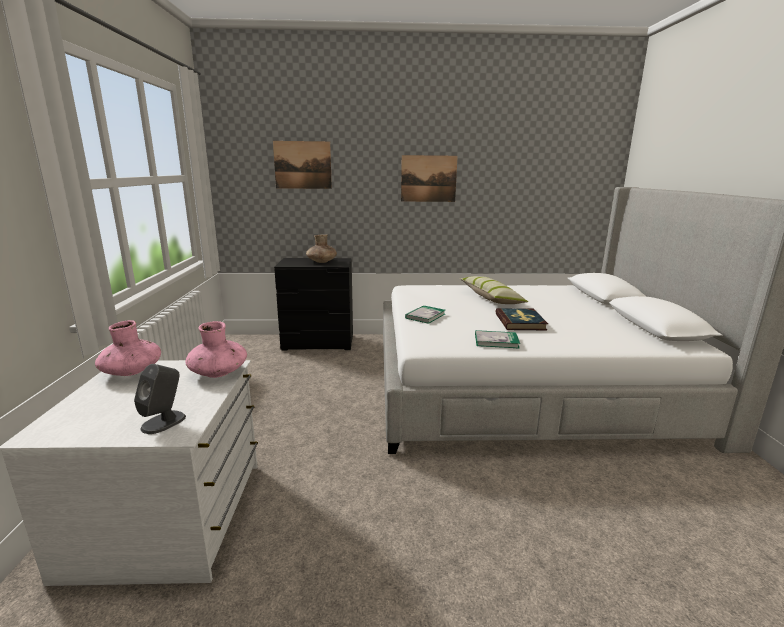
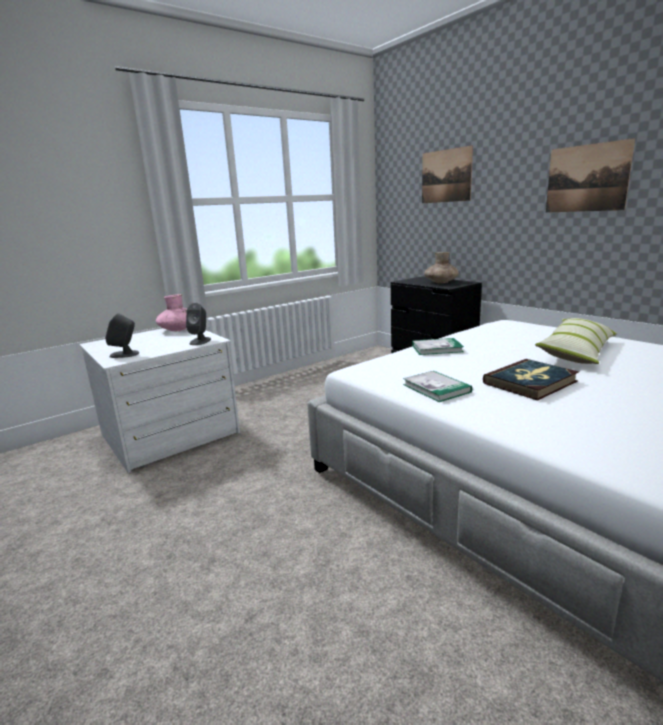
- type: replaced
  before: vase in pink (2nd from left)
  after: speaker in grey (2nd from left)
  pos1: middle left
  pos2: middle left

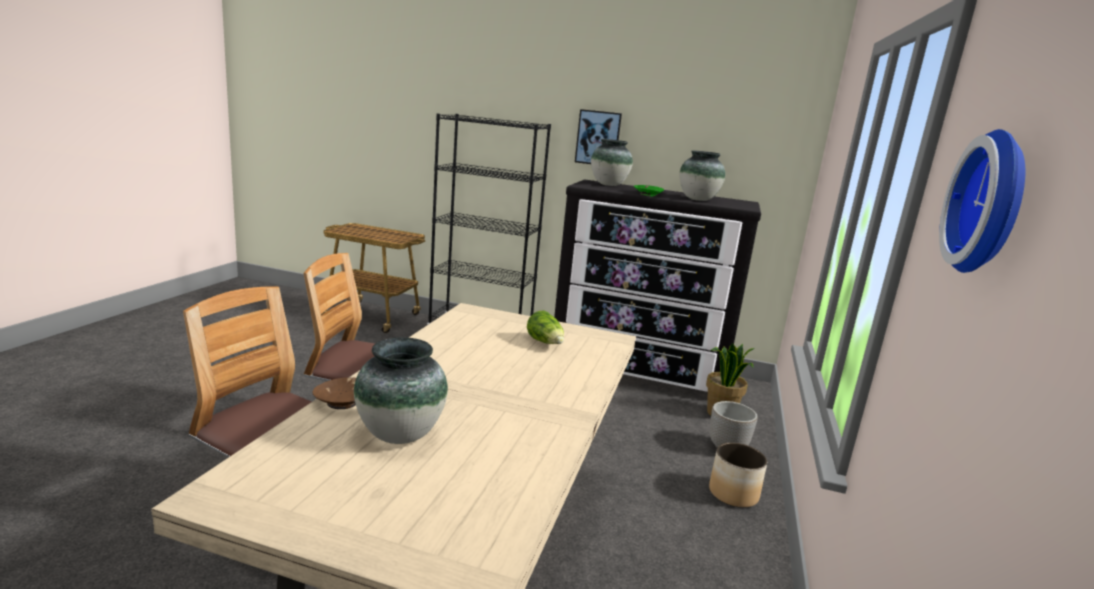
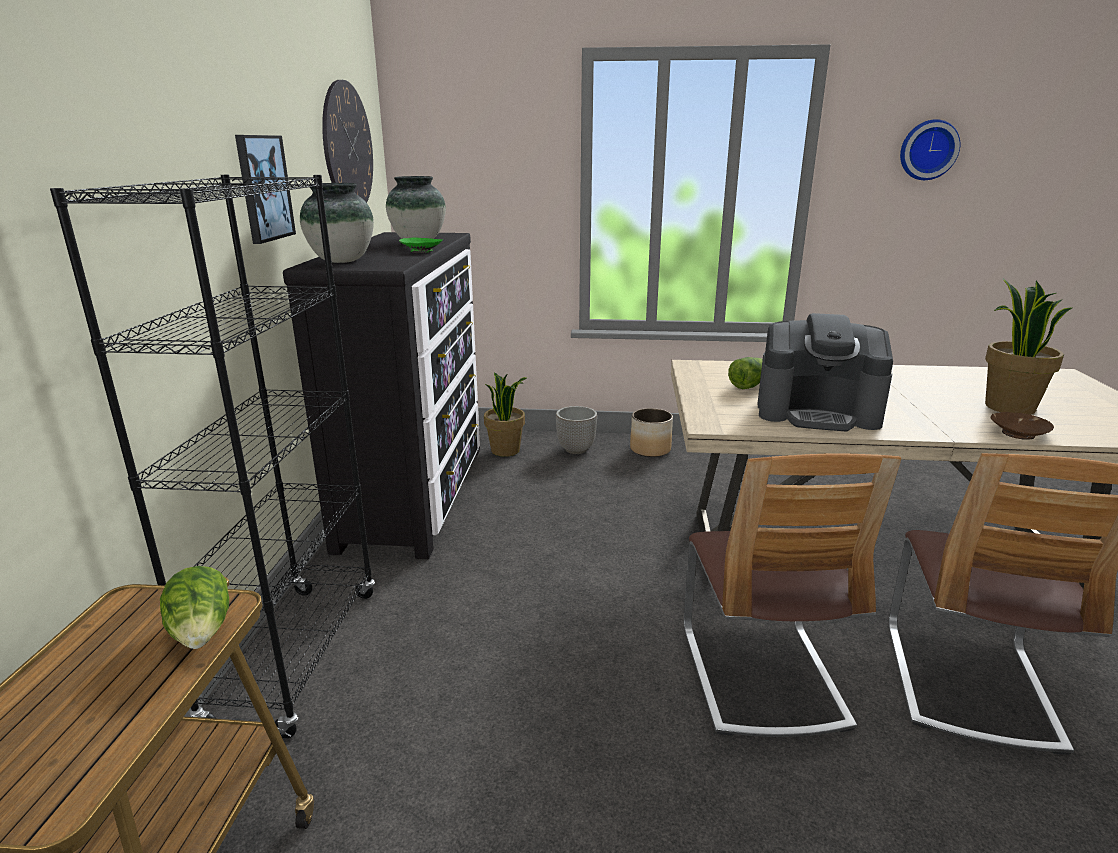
- type: replaced
  before: vase (1st from left)
  after: potted plant (2nd from left)
  pos1: centre
  pos2: middle right
- type: added
  after: wall clock (1st from left)
  pos2: top left
- type: added
  after: coffee machine
  pos2: middle right
- type: added
  after: lettuce (1st from left)
  pos2: bottom left

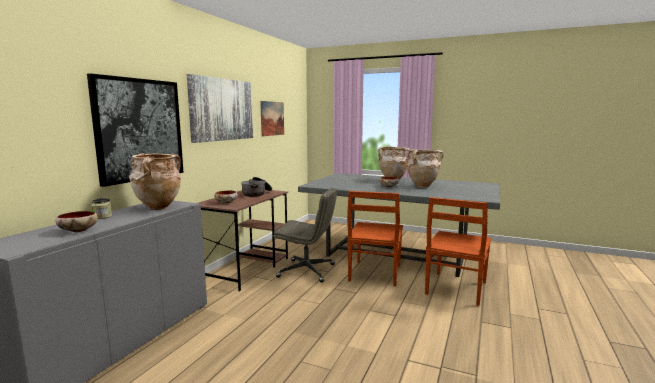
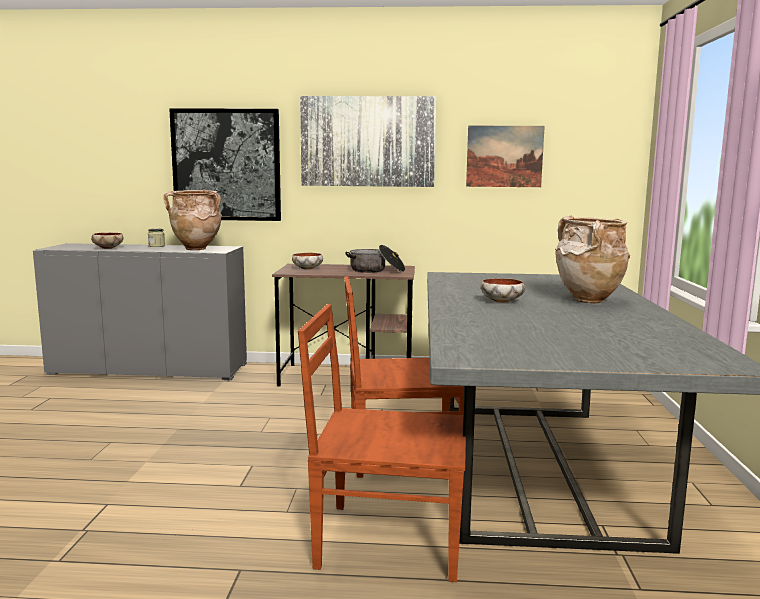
- type: removed
  before: vase in beige (3rd from left)
  pos1: centre
- type: removed
  before: office chair in grey
  pos1: centre

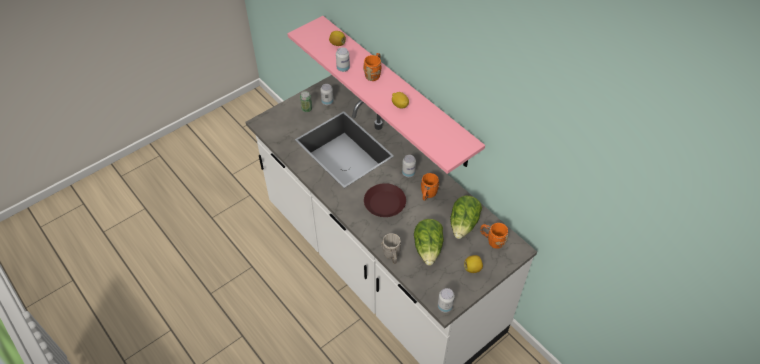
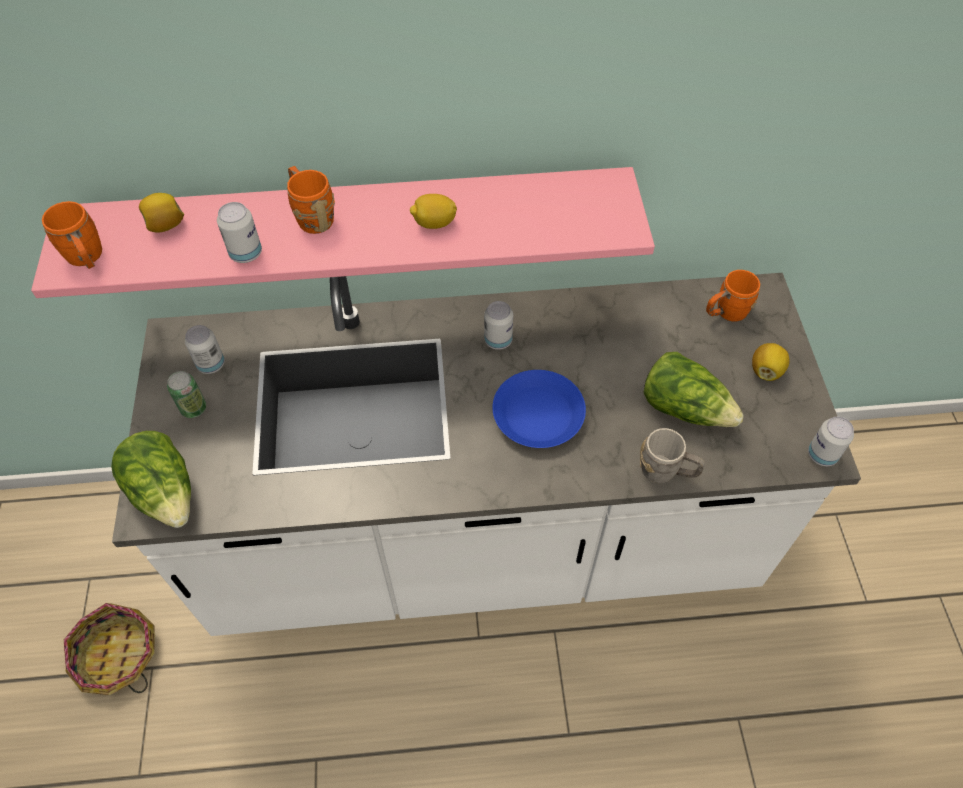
- type: moved
  before: mug in orange (2nd from left in the first image)
  after: mug in orange (1st from left)
  pos1: centre
  pos2: top left
- type: recoloured
  before: plate in brown
  after: plate in blue
  pos1: centre
  pos2: centre
- type: moved
  before: lettuce (2nd from left in the first image)
  after: lettuce (1st from left)
  pos1: centre
  pos2: middle left
- type: added
  after: basket
  pos2: bottom left

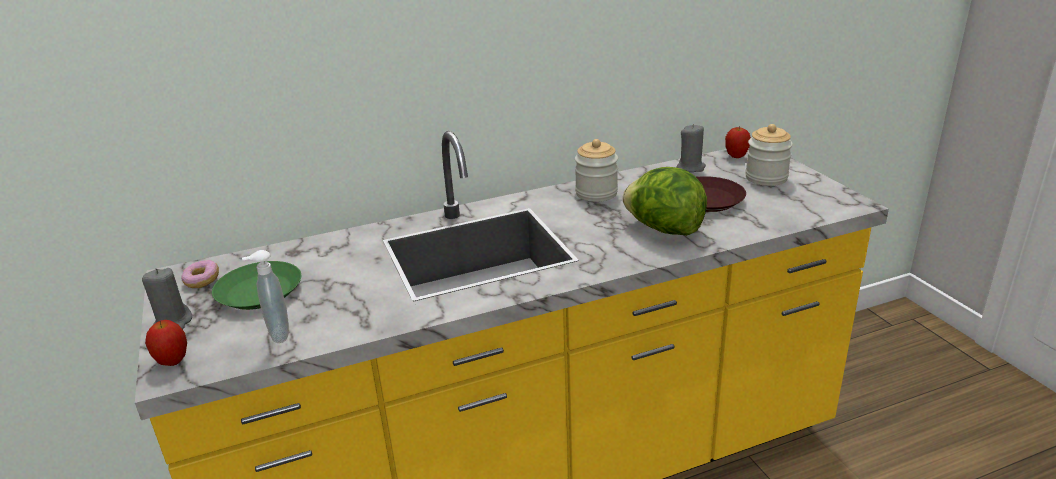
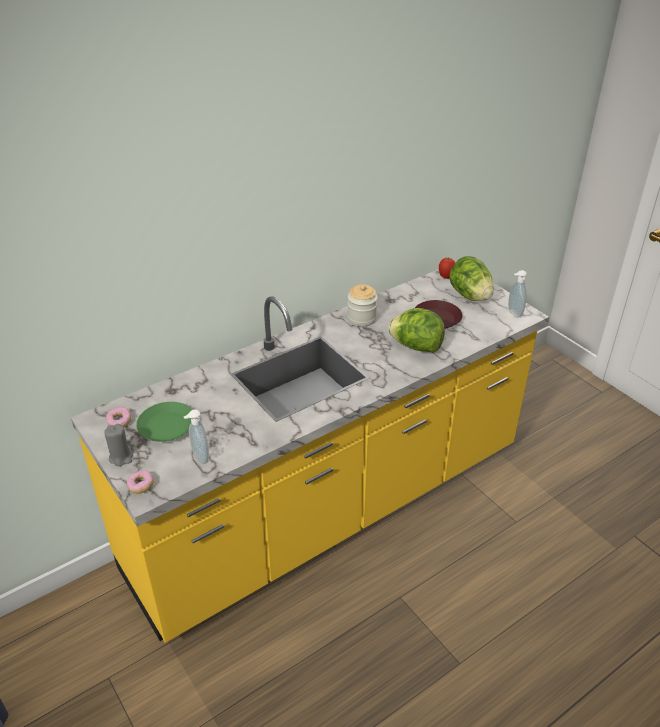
- type: removed
  before: candle in grey (2nd from left)
  pos1: top centre
- type: replaced
  before: jar (2nd from left)
  after: lettuce (2nd from left)
  pos1: top right
  pos2: middle right
- type: replaced
  before: apple (1st from left)
  after: donut (2nd from left)
  pos1: bottom left
  pos2: middle left
- type: added
  after: soap dispenser (2nd from left)
  pos2: middle right

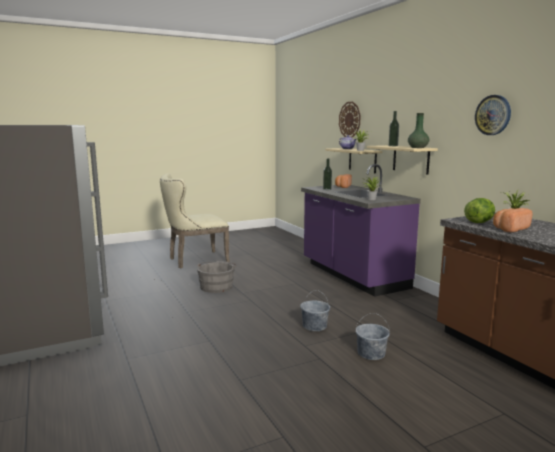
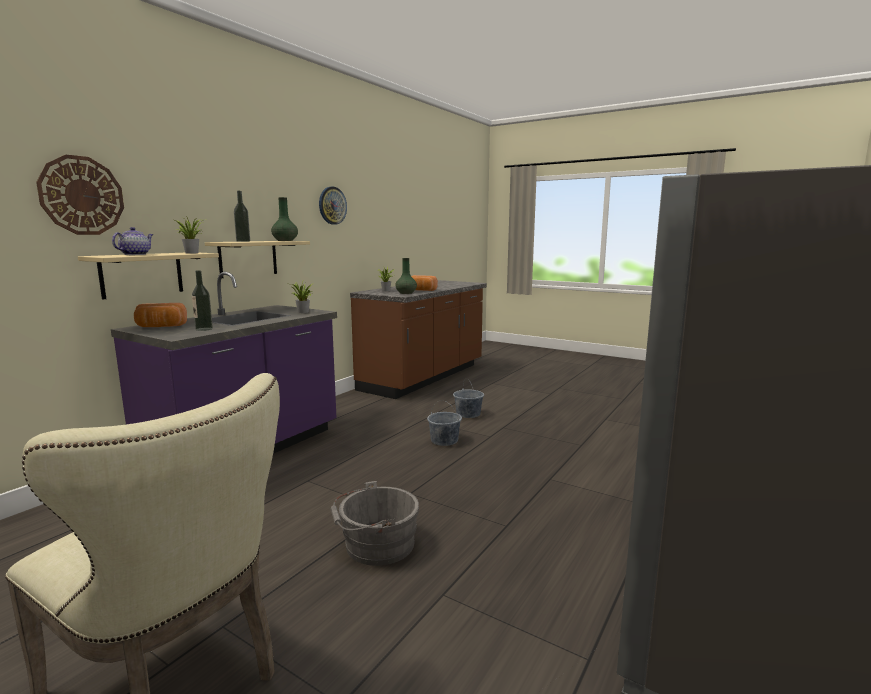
- type: replaced
  before: lettuce
  after: vase in green (2nd from left)
  pos1: middle right
  pos2: centre

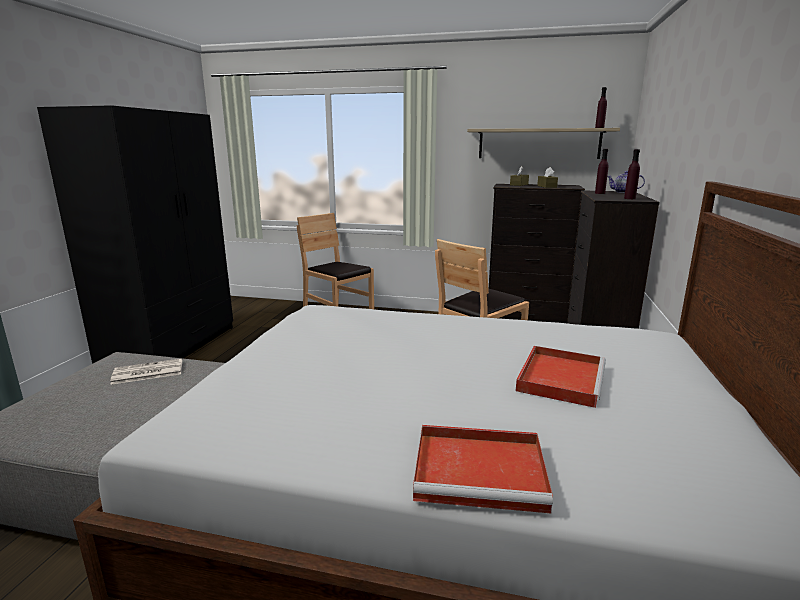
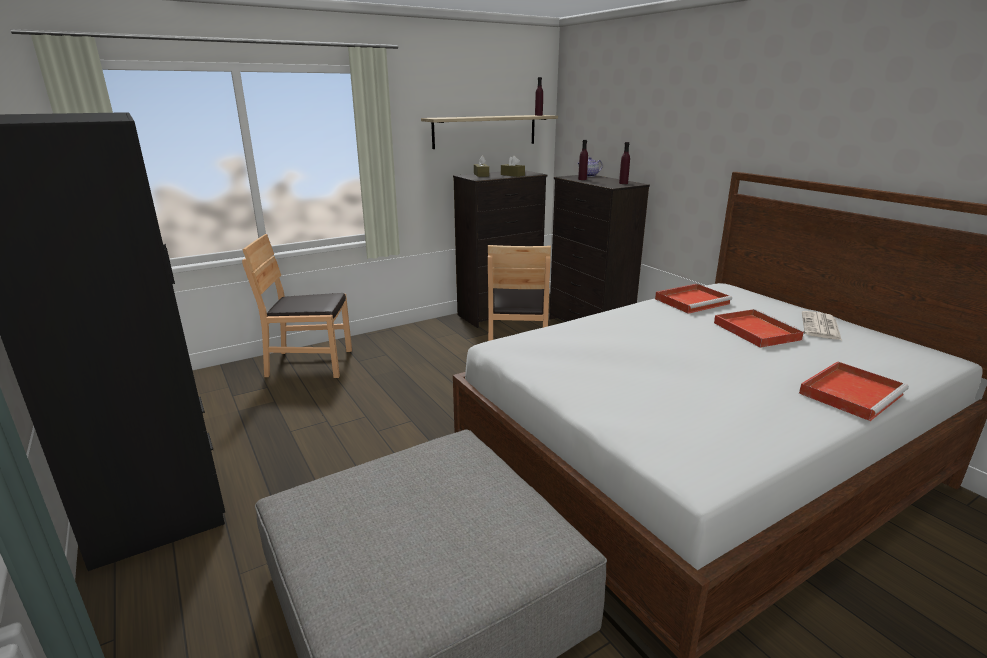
- type: moved
  before: newspaper
  pos1: middle left
  pos2: middle right
- type: added
  after: tray in red (1st from left)
  pos2: middle right

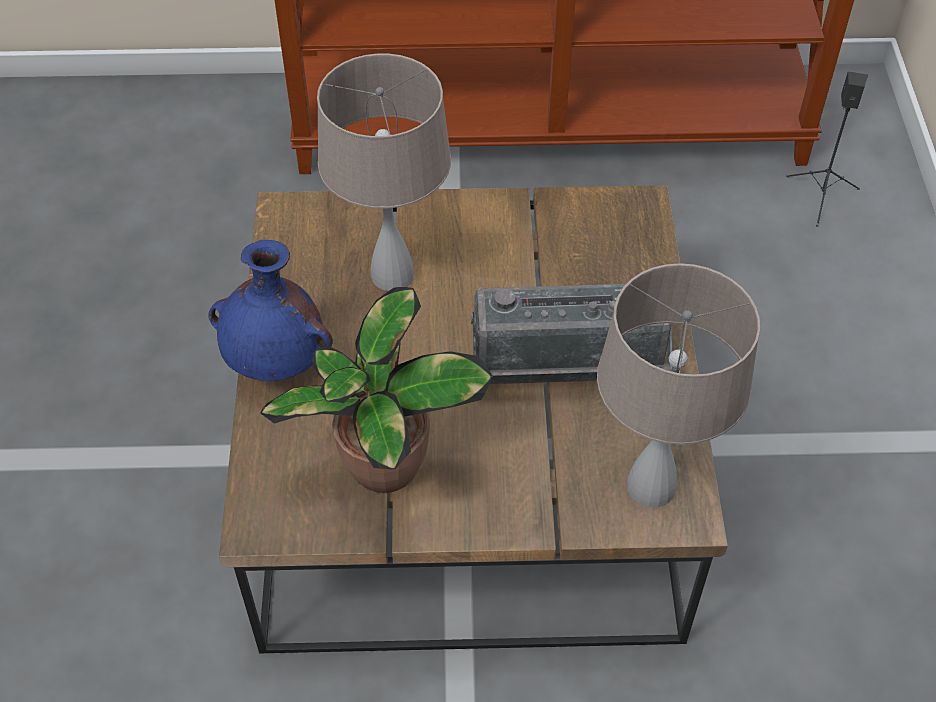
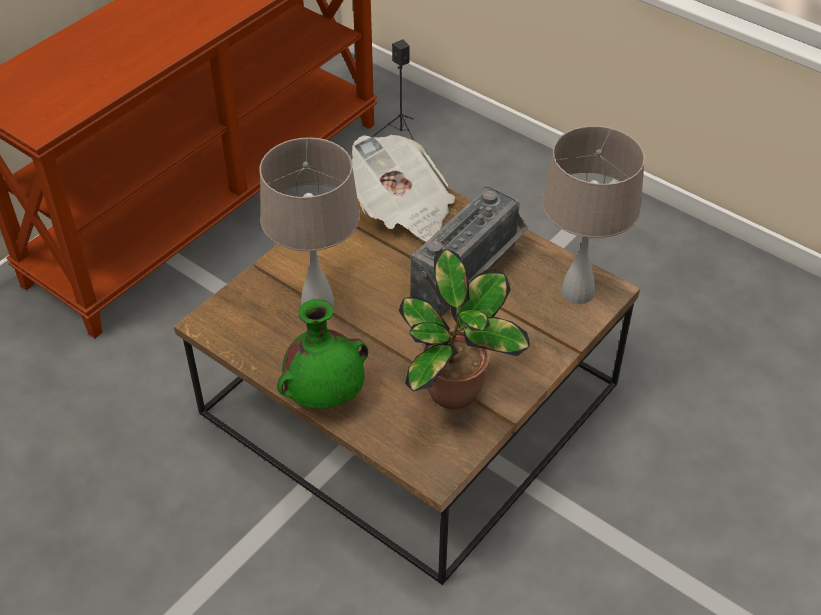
- type: recoloured
  before: vase in blue
  after: vase in green
  pos1: middle left
  pos2: centre
- type: added
  after: newspaper
  pos2: top centre

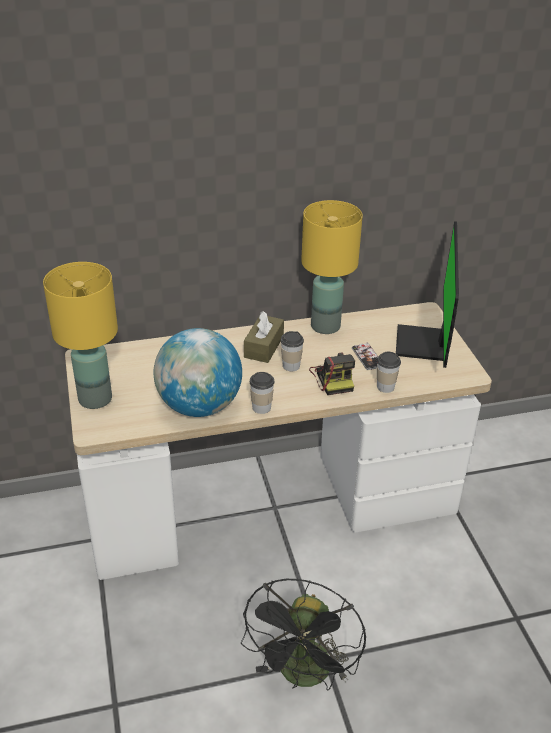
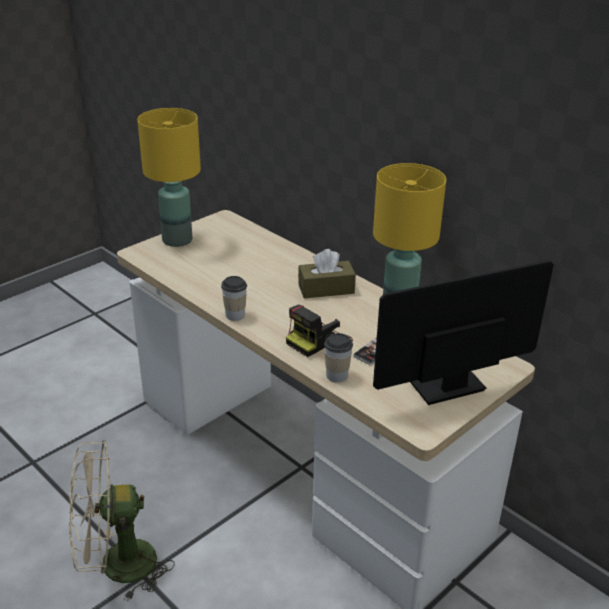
- type: removed
  before: globe
  pos1: centre
- type: removed
  before: cup (2nd from left)
  pos1: centre
- type: recoloured
  before: fan in black
  after: fan in beige
  pos1: bottom centre
  pos2: bottom left

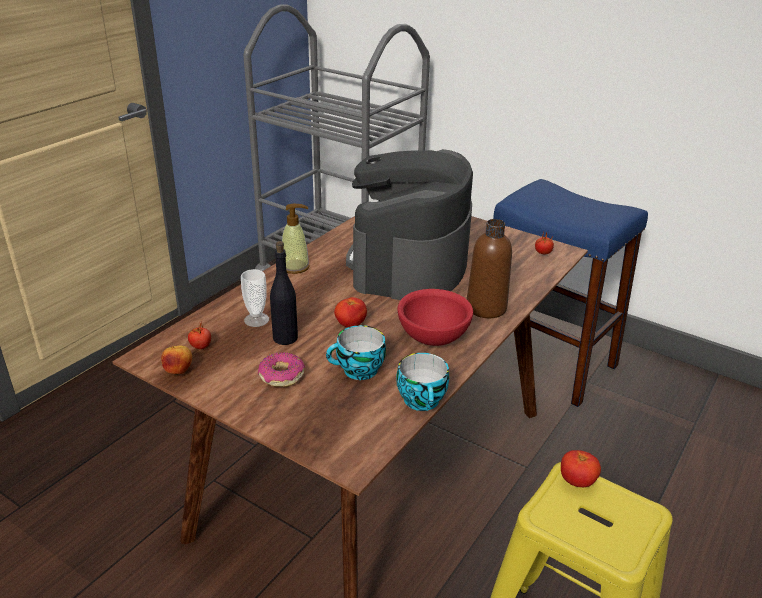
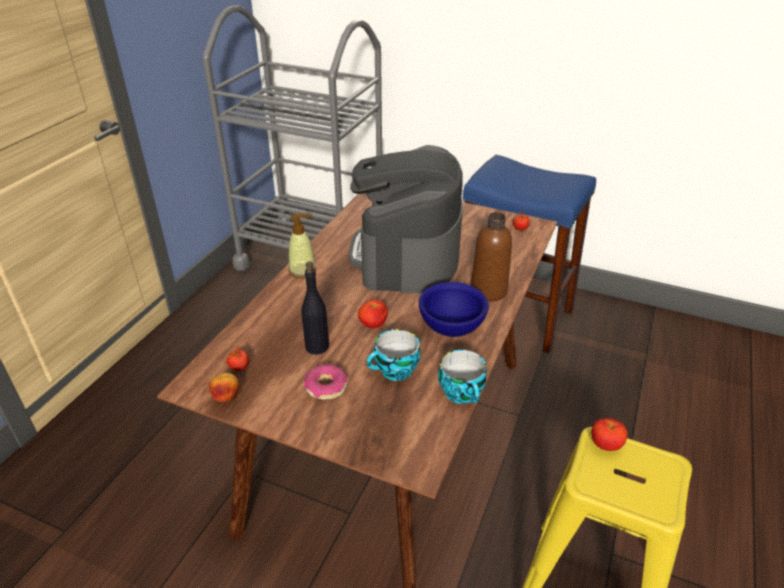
- type: removed
  before: cup (1st from left)
  pos1: centre
- type: recoloured
  before: bowl in red
  after: bowl in blue
  pos1: centre
  pos2: centre

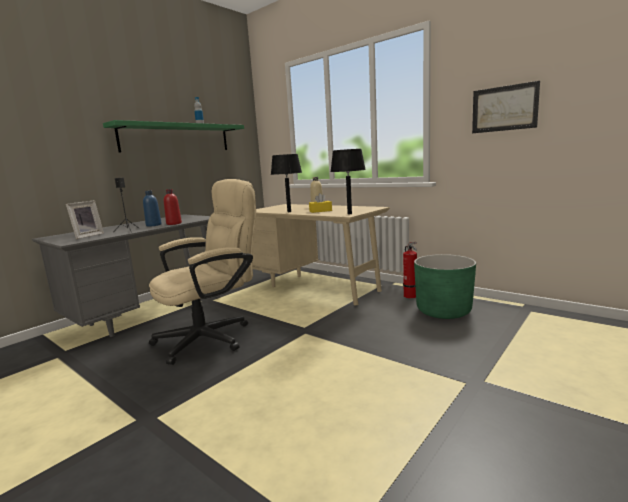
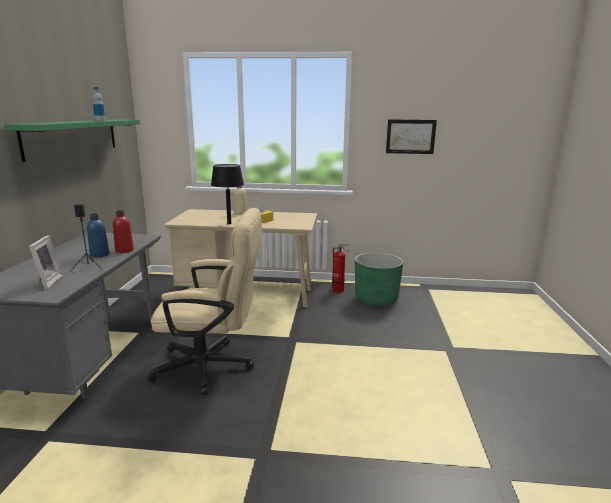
- type: removed
  before: table lamp in black (2nd from left)
  pos1: centre
- type: turned
  before: office chair in beige
  pos1: middle left
  pos2: centre
  turn: 75

